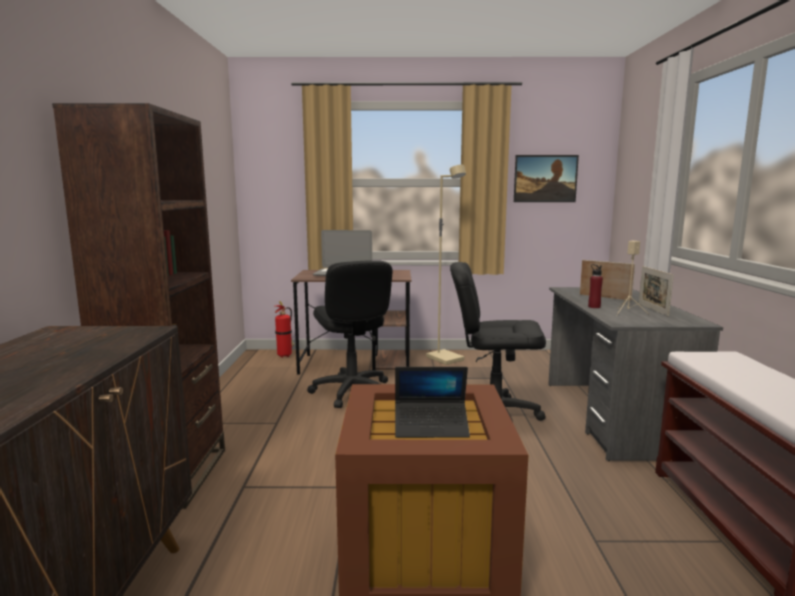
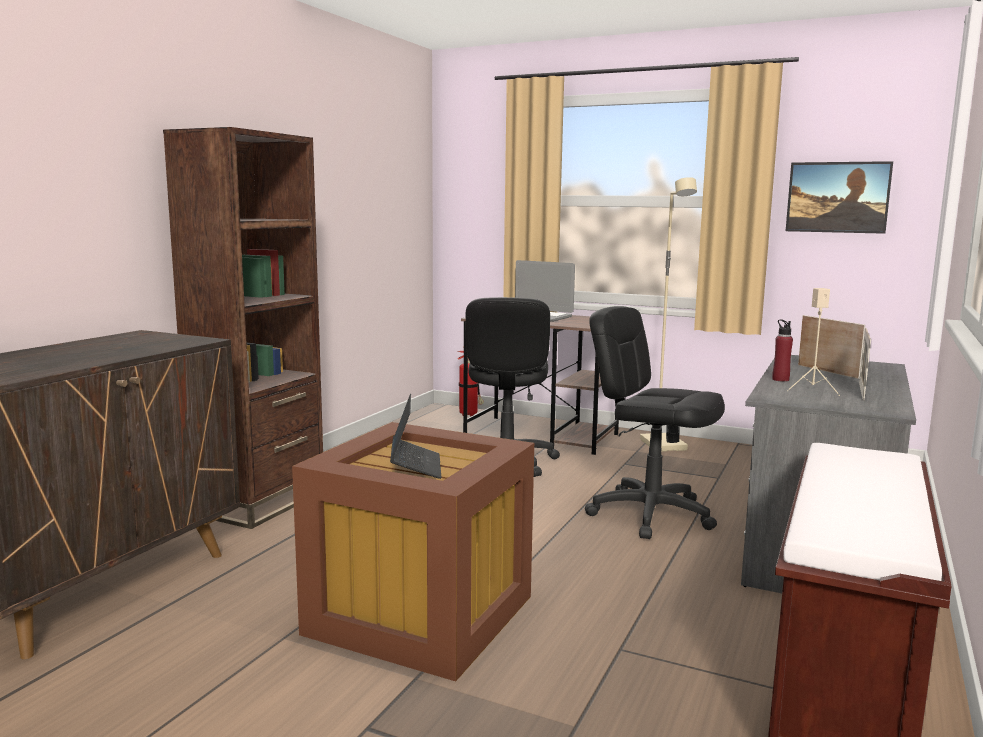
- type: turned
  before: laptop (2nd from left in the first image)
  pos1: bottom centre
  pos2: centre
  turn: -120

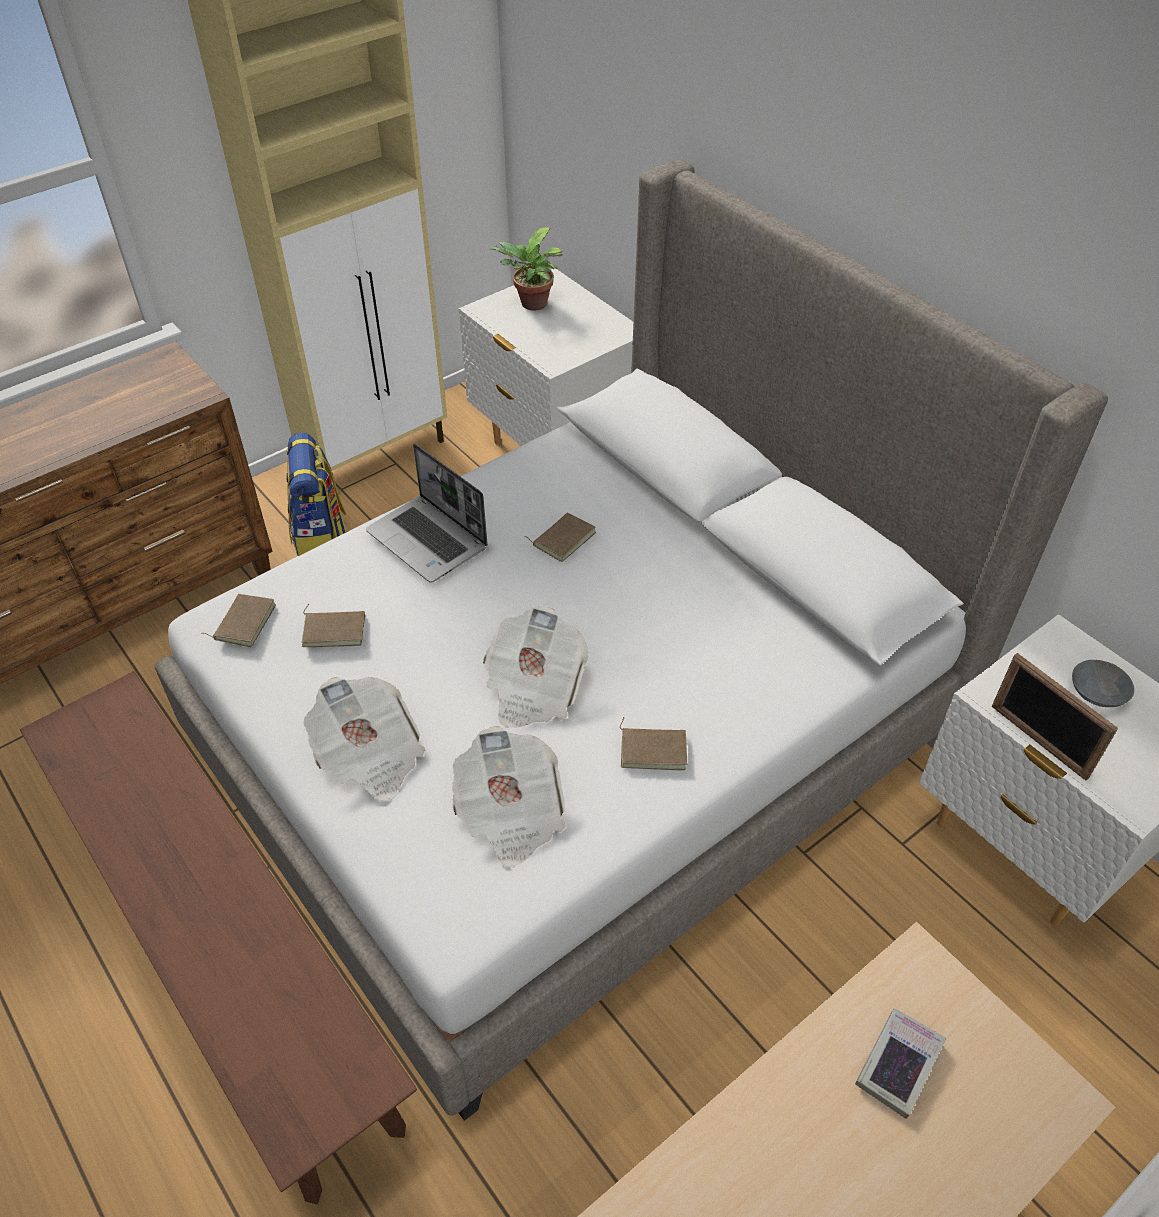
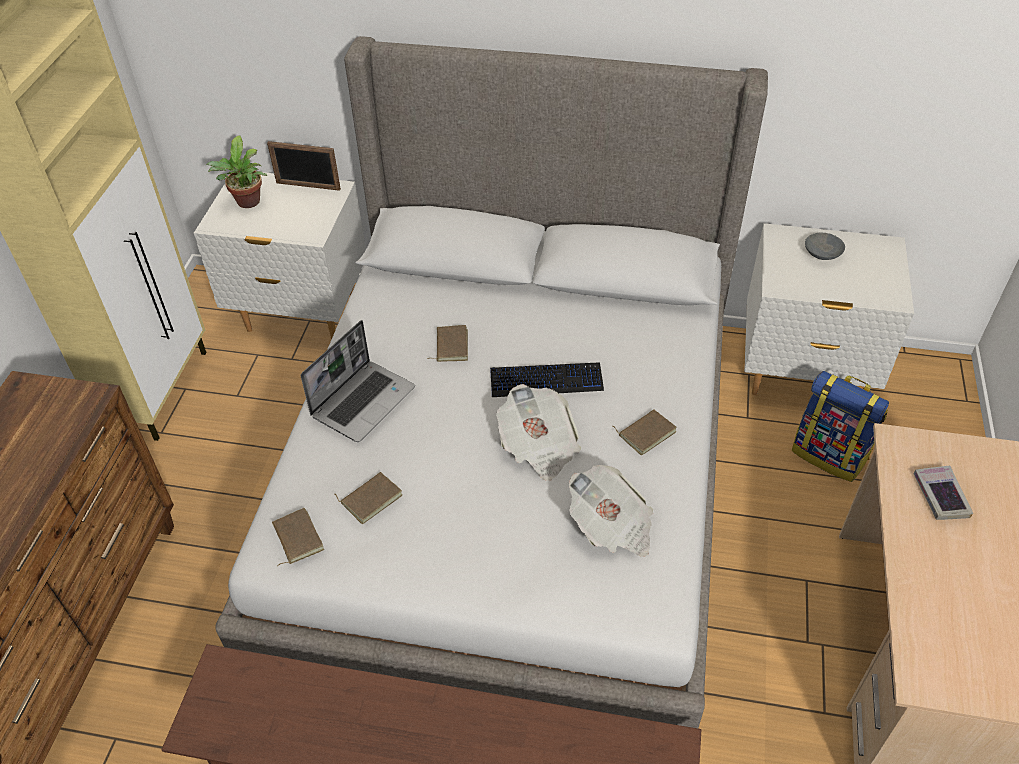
- type: moved
  before: backpack
  pos1: middle left
  pos2: middle right
- type: turned
  before: laptop
  pos1: centre
  pos2: centre
  turn: -60
- type: moved
  before: picture frame
  pos1: middle right
  pos2: top left
- type: removed
  before: newspaper (1st from left)
  pos1: middle left
- type: added
  after: keyboard
  pos2: centre

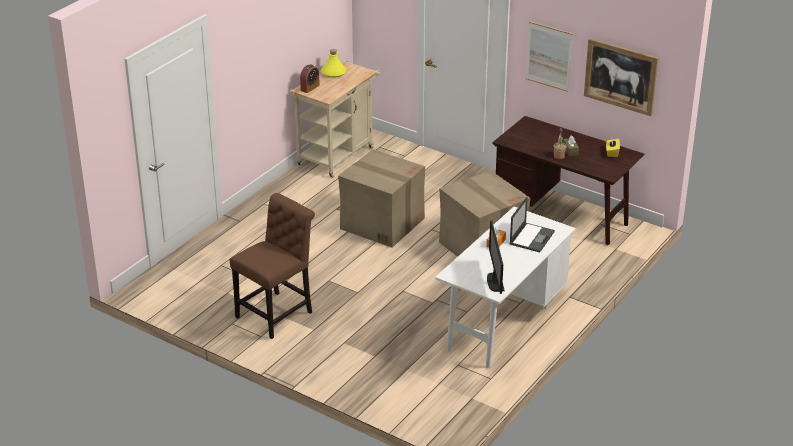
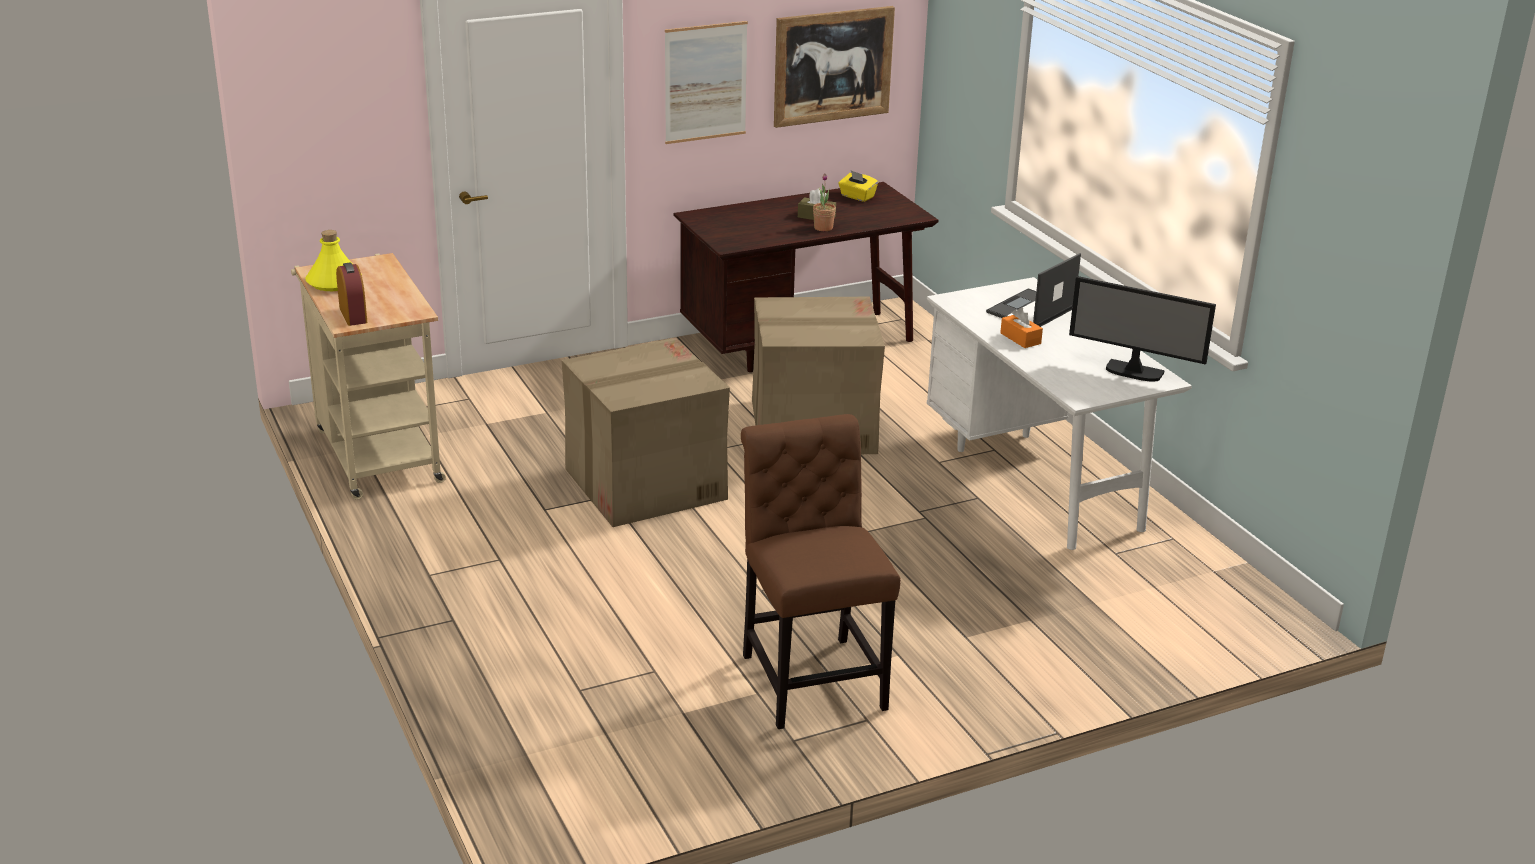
- type: turned
  before: laptop
  pos1: middle right
  pos2: middle right
  turn: -105

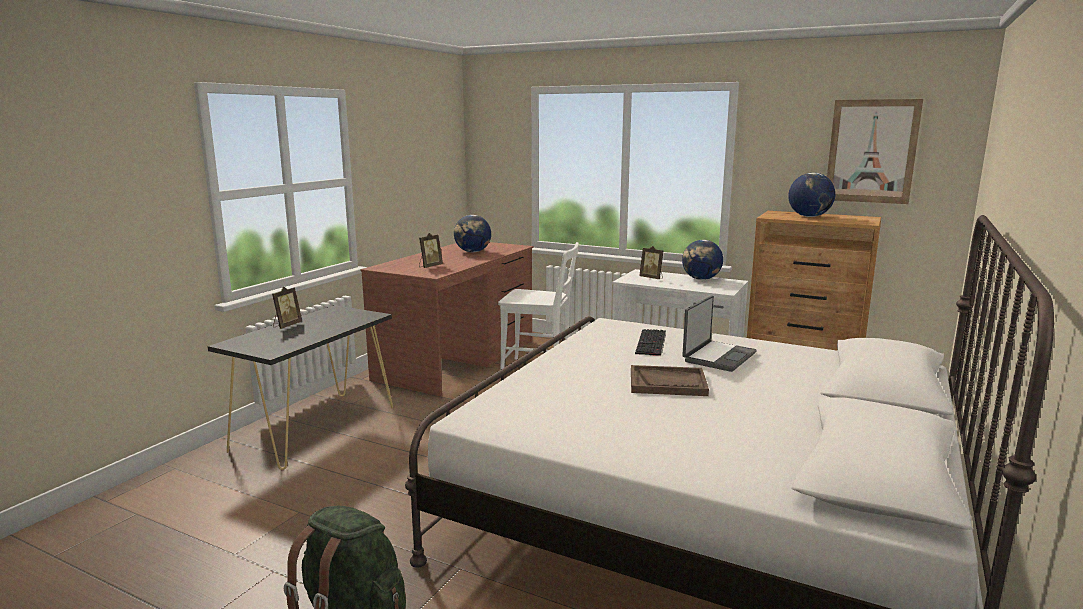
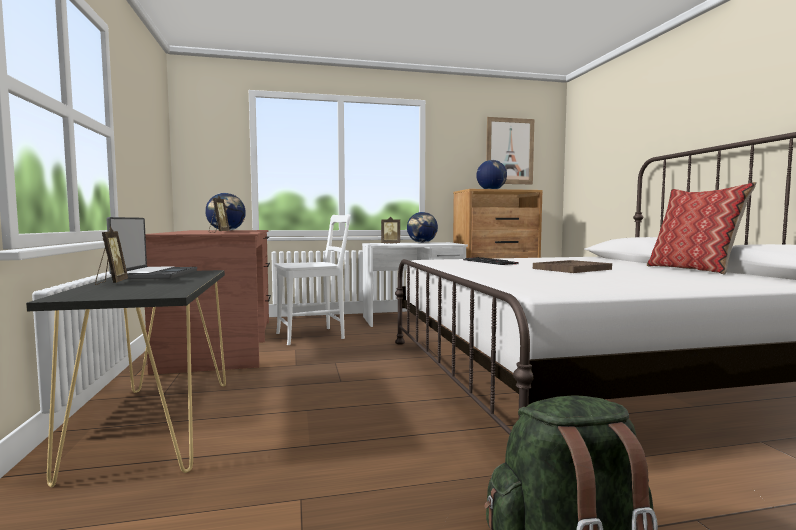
- type: moved
  before: laptop
  pos1: centre
  pos2: middle left
- type: added
  after: pillow
  pos2: middle right

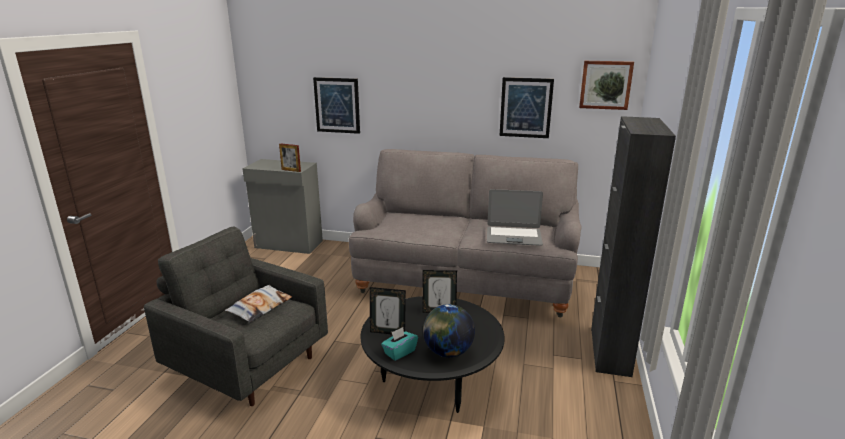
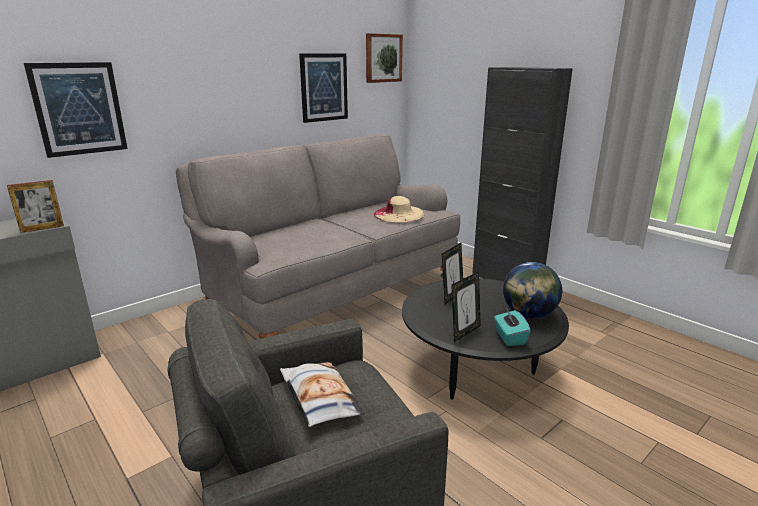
- type: replaced
  before: laptop
  after: hat in beige
  pos1: centre
  pos2: centre

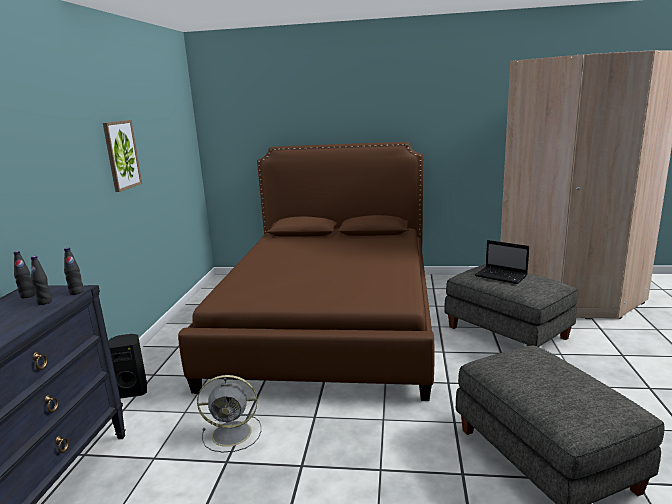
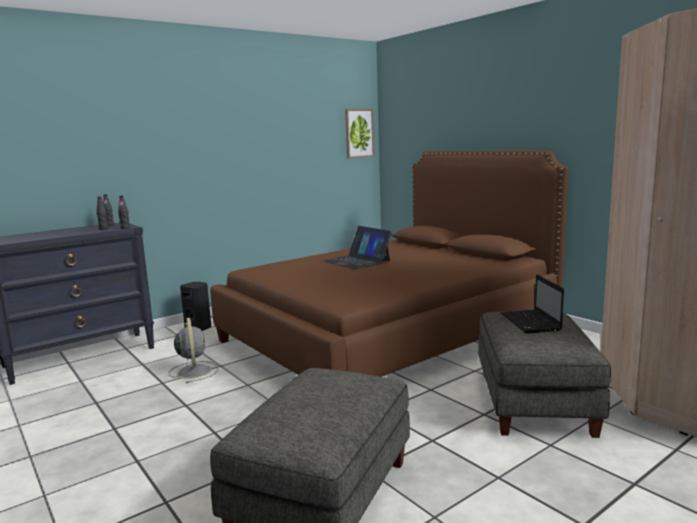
- type: moved
  before: picture
  pos1: top left
  pos2: top centre
- type: turned
  before: fan in grey
  pos1: bottom centre
  pos2: bottom left
  turn: -150
- type: added
  after: laptop (1st from left)
  pos2: centre

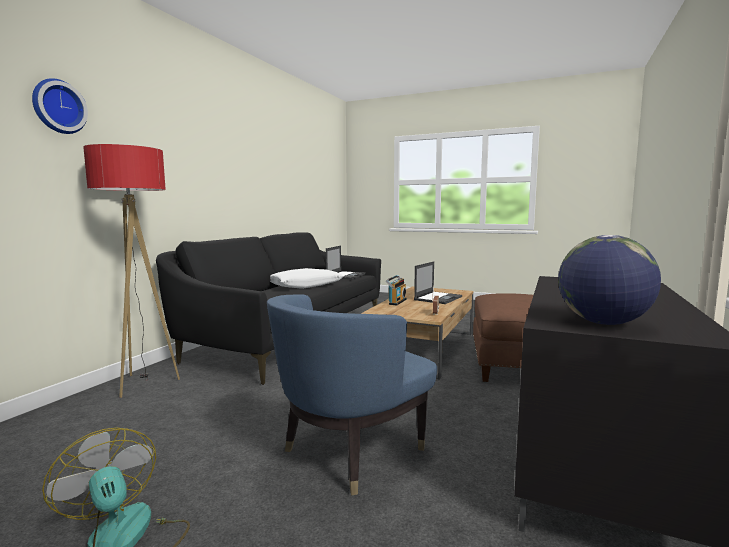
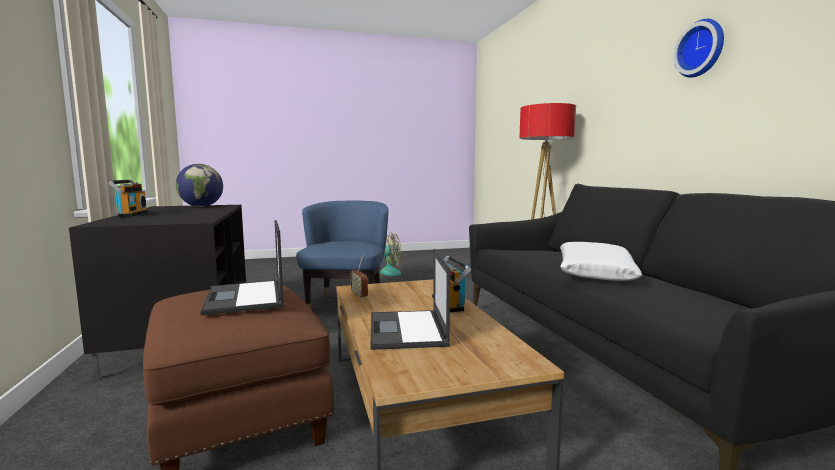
- type: moved
  before: wall clock
  pos1: top left
  pos2: top right
- type: moved
  before: laptop (1st from left)
  pos1: centre
  pos2: middle left
- type: added
  after: radio (1st from left)
  pos2: middle left

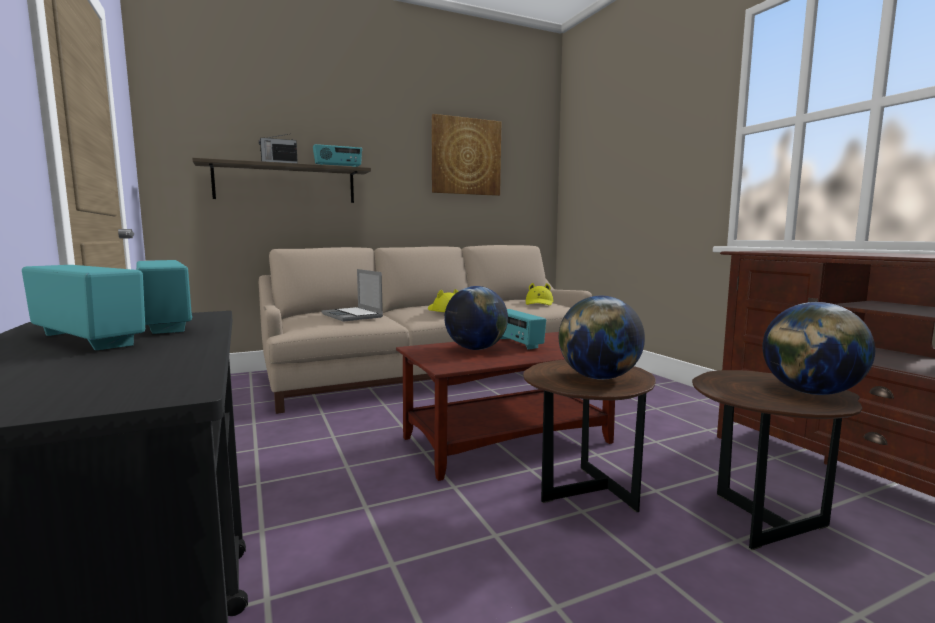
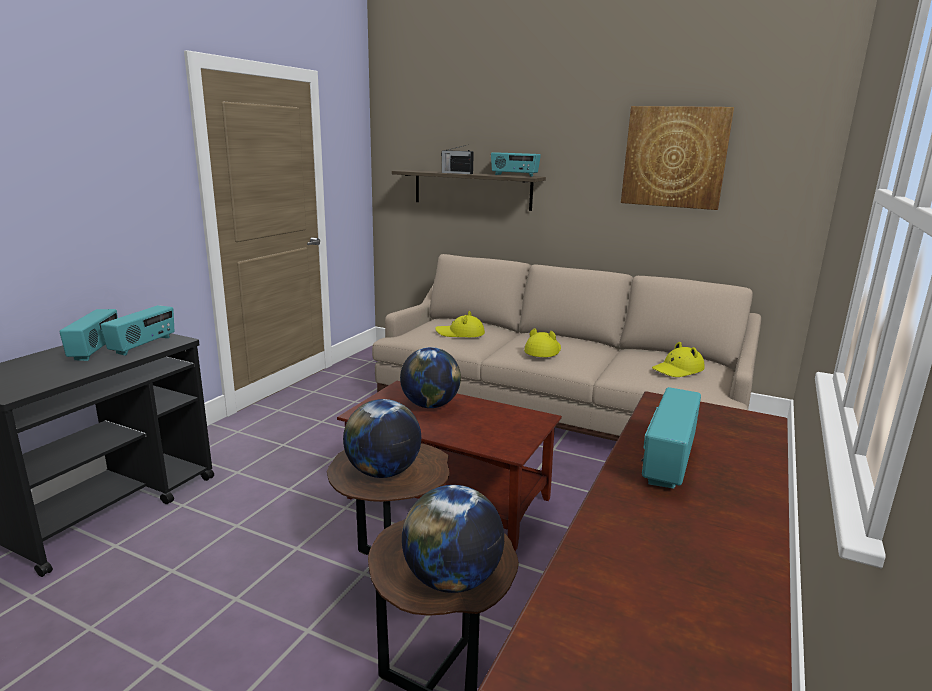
- type: replaced
  before: laptop
  after: hat in yellow (1st from left)
  pos1: centre
  pos2: centre
- type: moved
  before: radio (5th from left)
  pos1: centre
  pos2: middle right

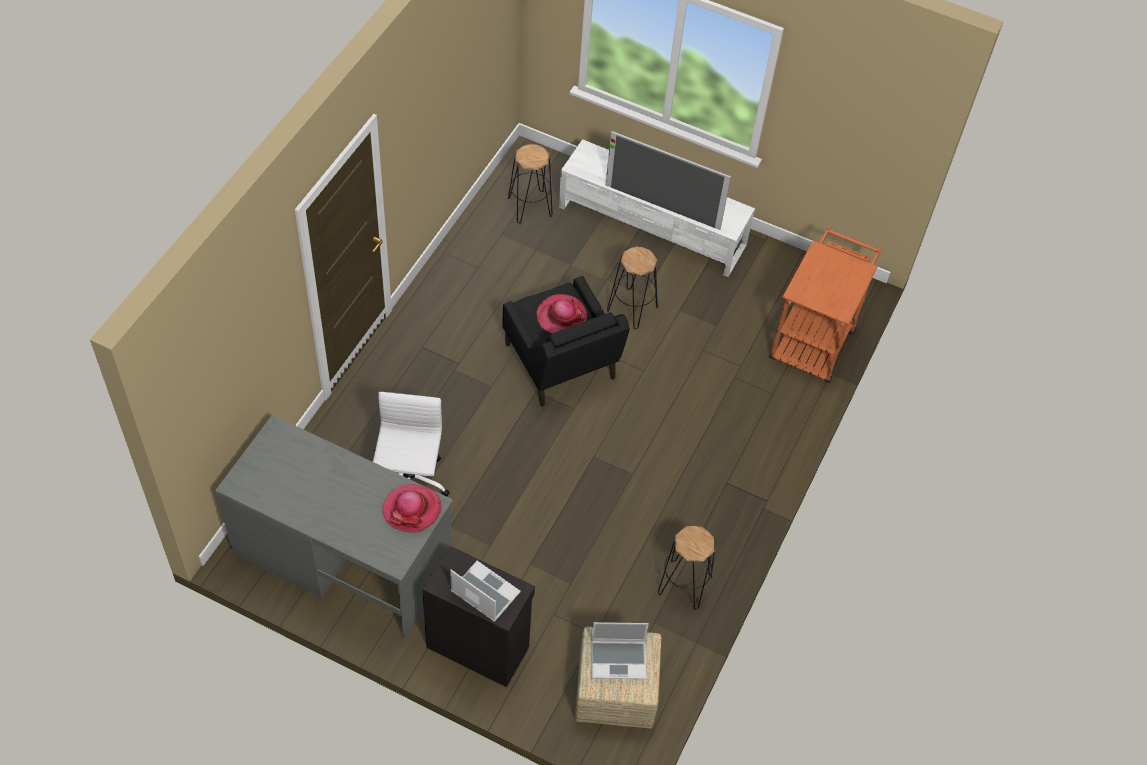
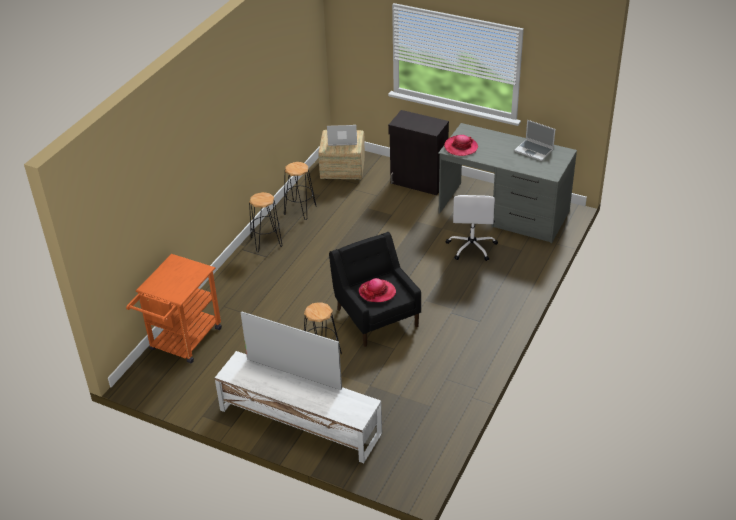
- type: moved
  before: stool in black (1st from left)
  pos1: top centre
  pos2: centre
- type: moved
  before: laptop (1st from left in the first image)
  after: laptop (2nd from left)
  pos1: bottom centre
  pos2: top right

